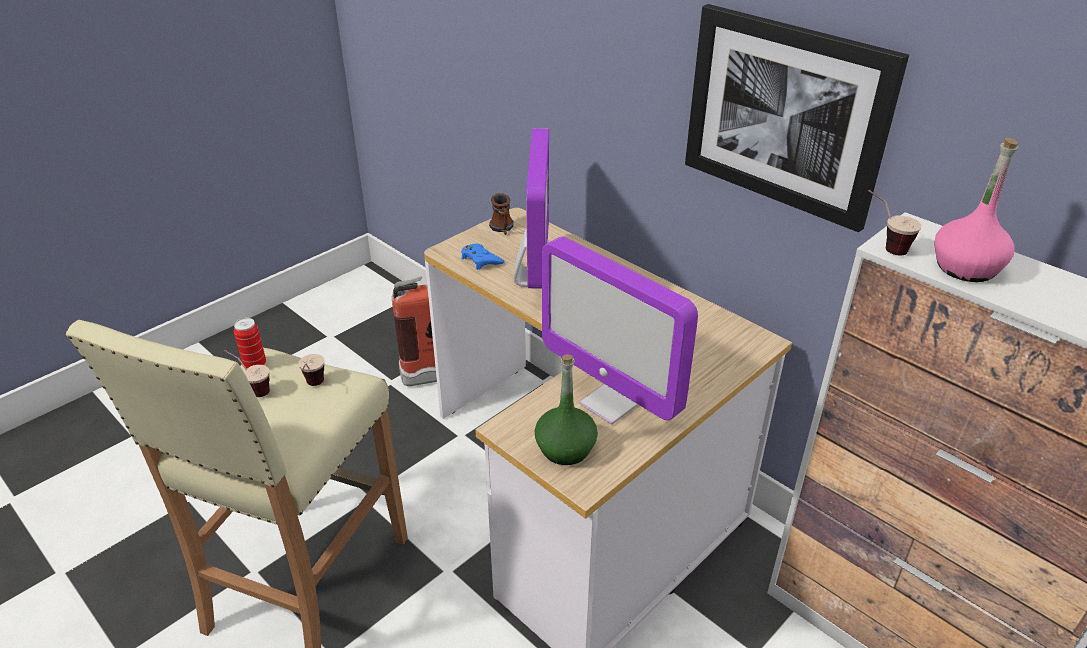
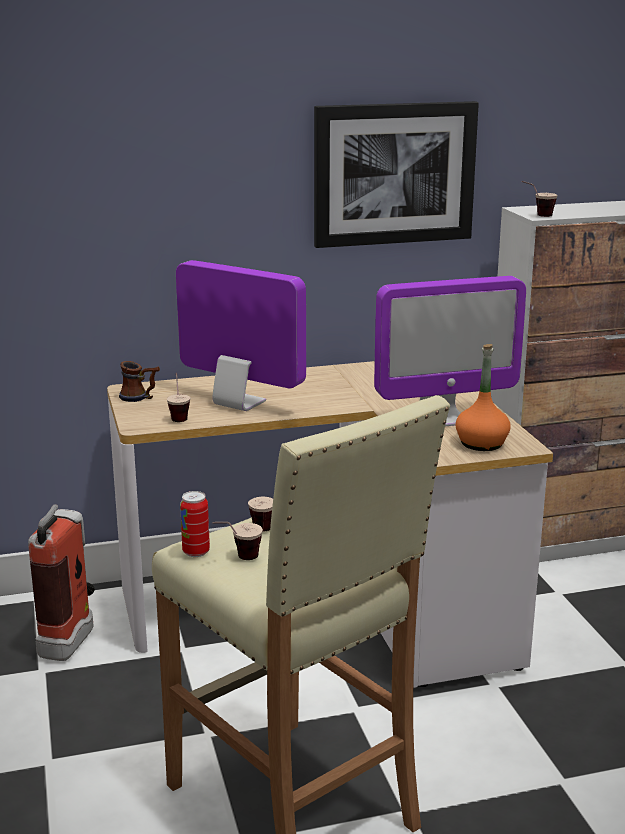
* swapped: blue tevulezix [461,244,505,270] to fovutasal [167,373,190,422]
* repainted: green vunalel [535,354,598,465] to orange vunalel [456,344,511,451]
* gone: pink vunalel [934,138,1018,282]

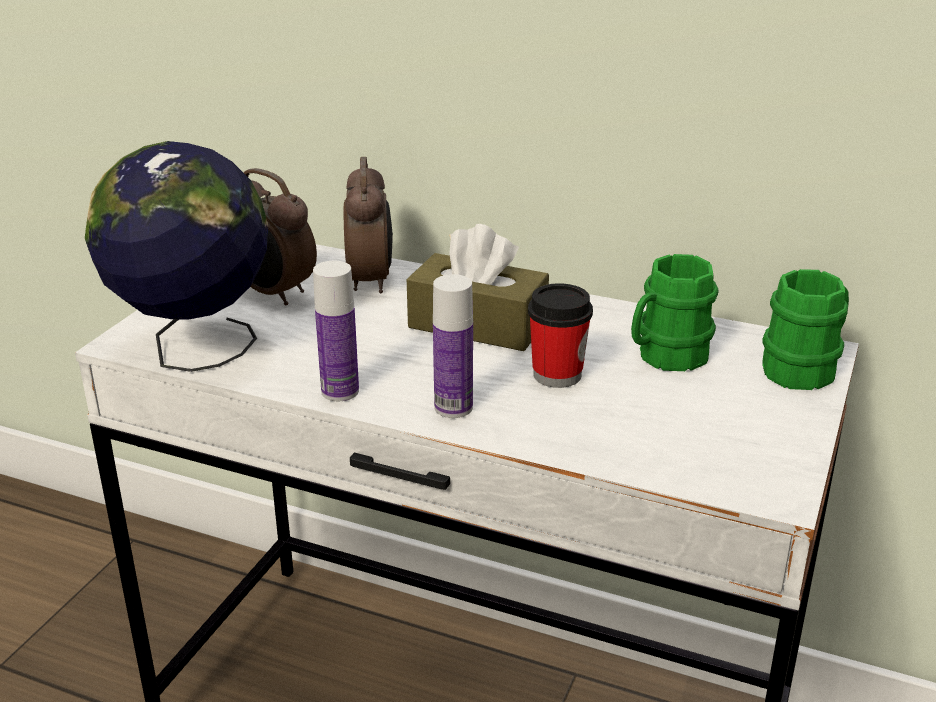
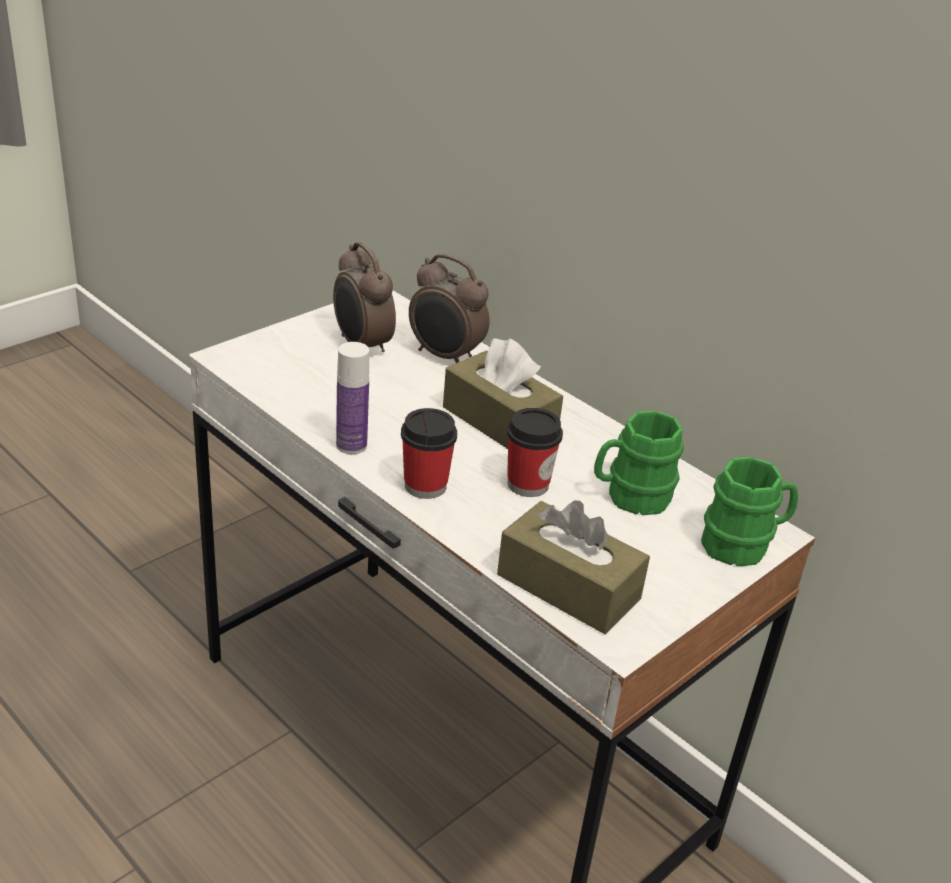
* swapped: vunalel [433,274,473,418] to fovutasal [401,408,457,499]
* rotated: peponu [344,157,393,293] = [409,253,490,363] 105 degrees clockwise
* new: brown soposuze [497,500,650,634]
* gone: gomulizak [85,141,268,372]

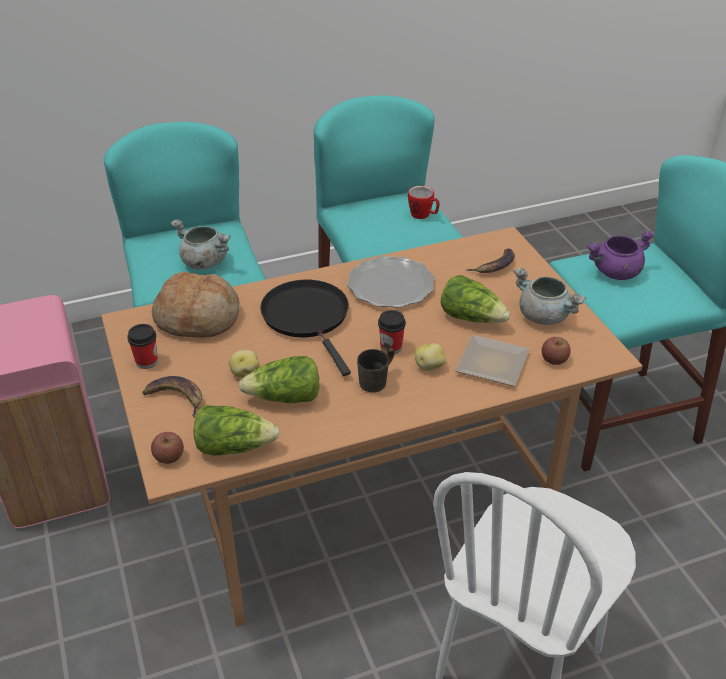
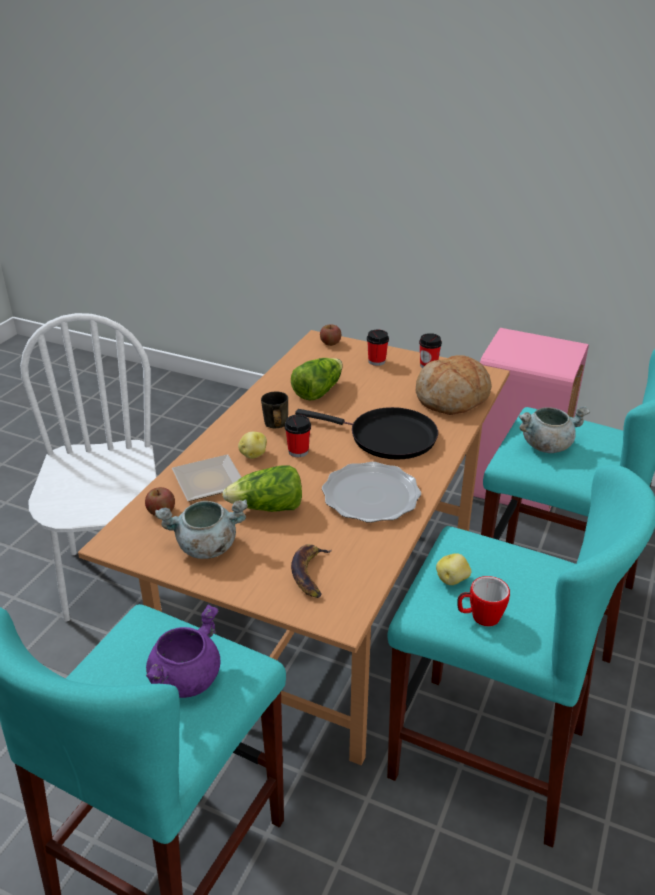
* swapped: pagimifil [142,376,202,418] to fovutasal [367,330,389,366]
* shifted: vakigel [228,350,260,378] to [436,553,471,585]
* gone: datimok [194,405,280,455]

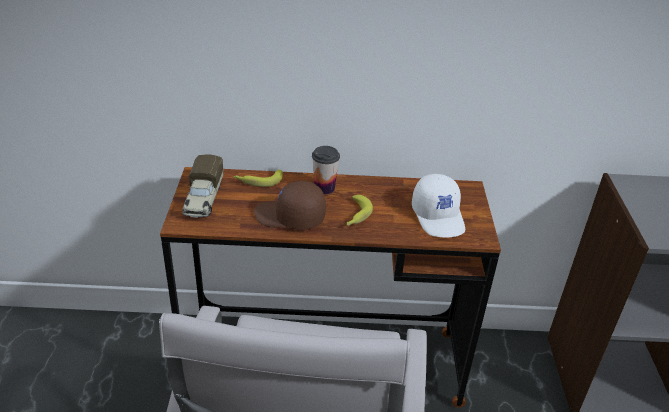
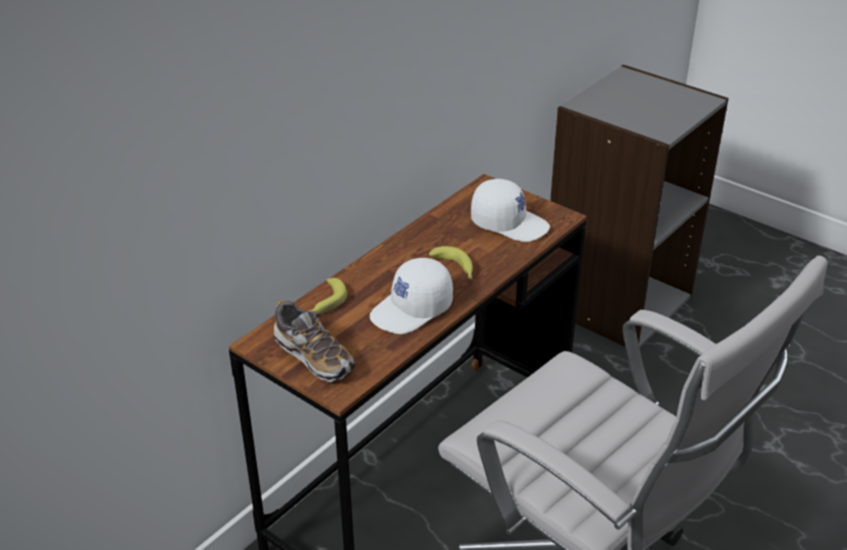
* swapped: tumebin [182,154,223,218] to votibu [274,300,355,382]
* repainted: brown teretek [254,181,326,230] to white teretek [370,258,453,334]
* gone: fovutasal [312,146,340,194]

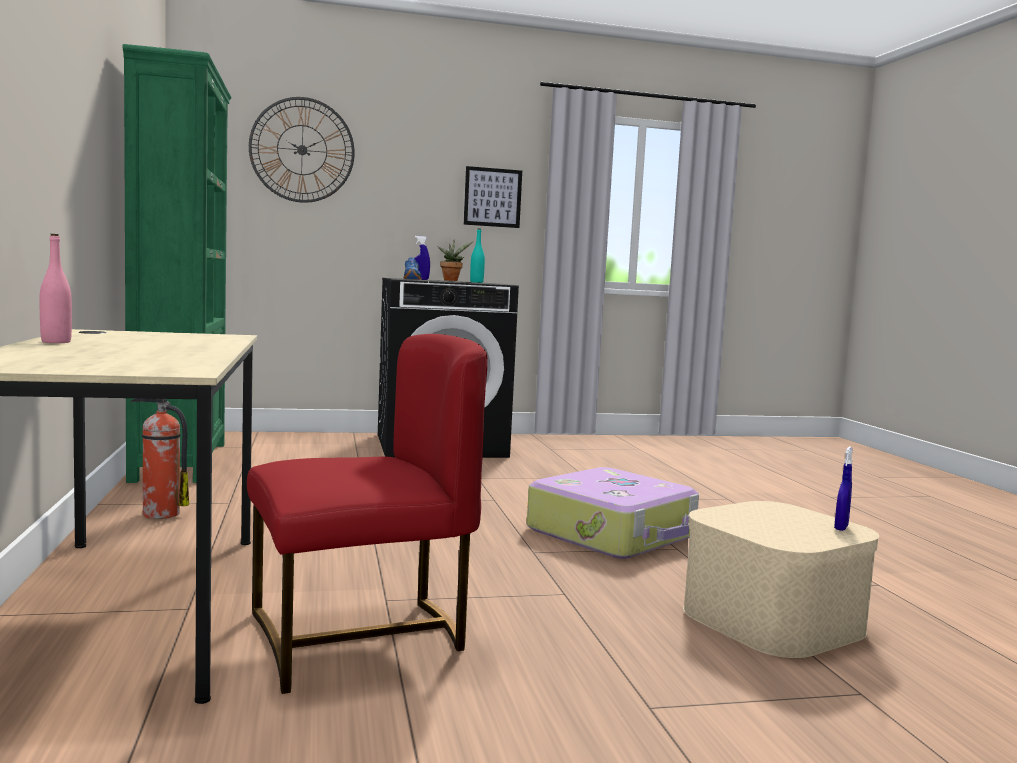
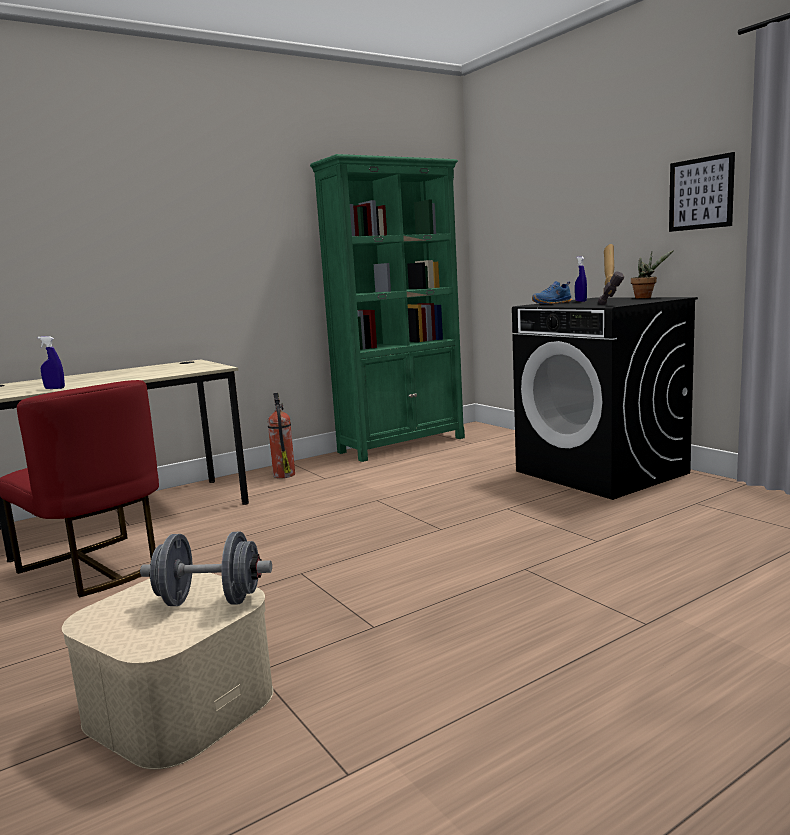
* shifted: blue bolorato [834,447,853,531] to [38,336,65,389]
* new: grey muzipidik [140,532,272,606]
* swapped: turquoise vunalel [470,228,485,283] to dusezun [598,244,624,305]
* gone: pink vunalel [39,234,72,343]
* gone: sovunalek [249,97,355,203]
* gone: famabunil [527,467,699,559]

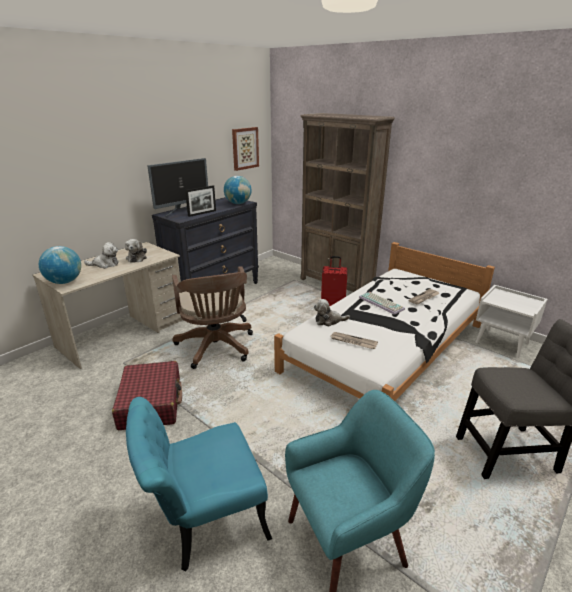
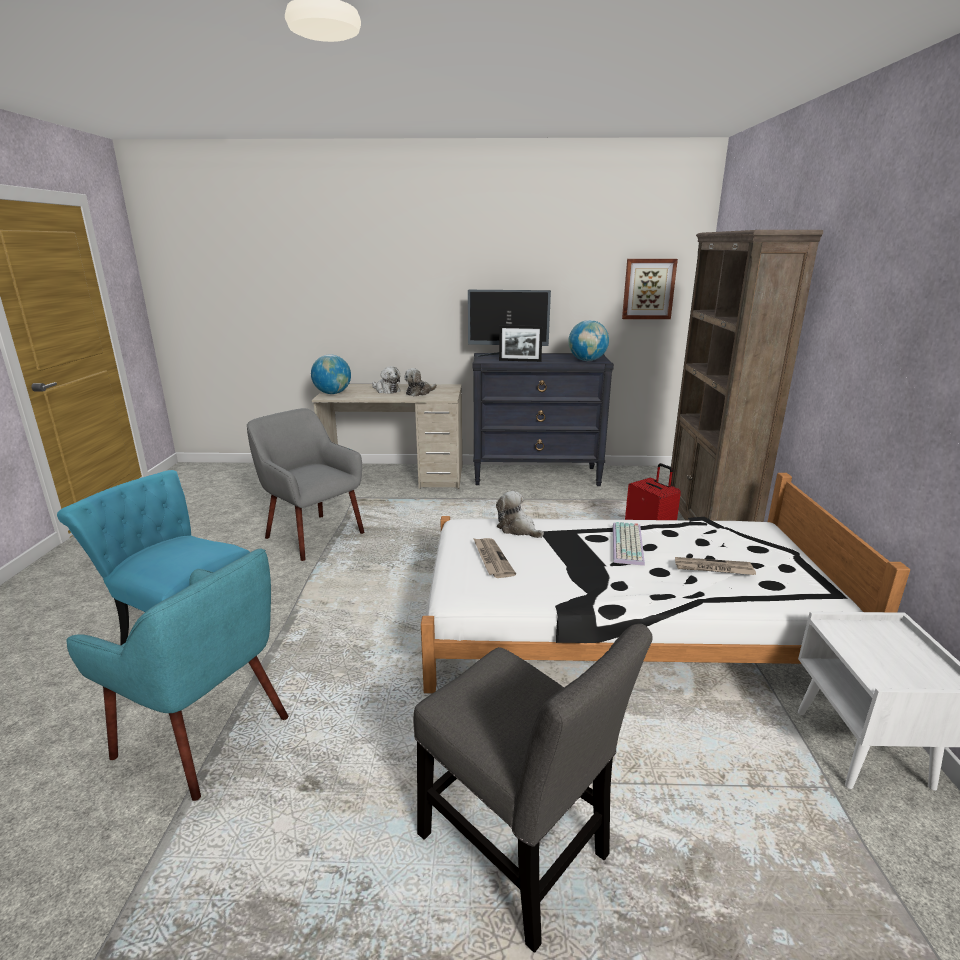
* swapped: red famabunil [112,361,182,430] to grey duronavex [247,408,365,561]
* gone: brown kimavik [172,266,253,369]

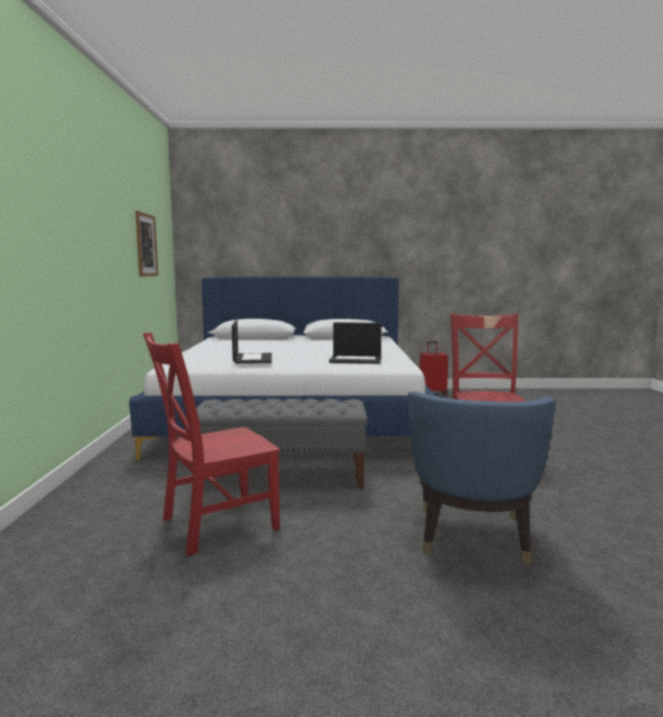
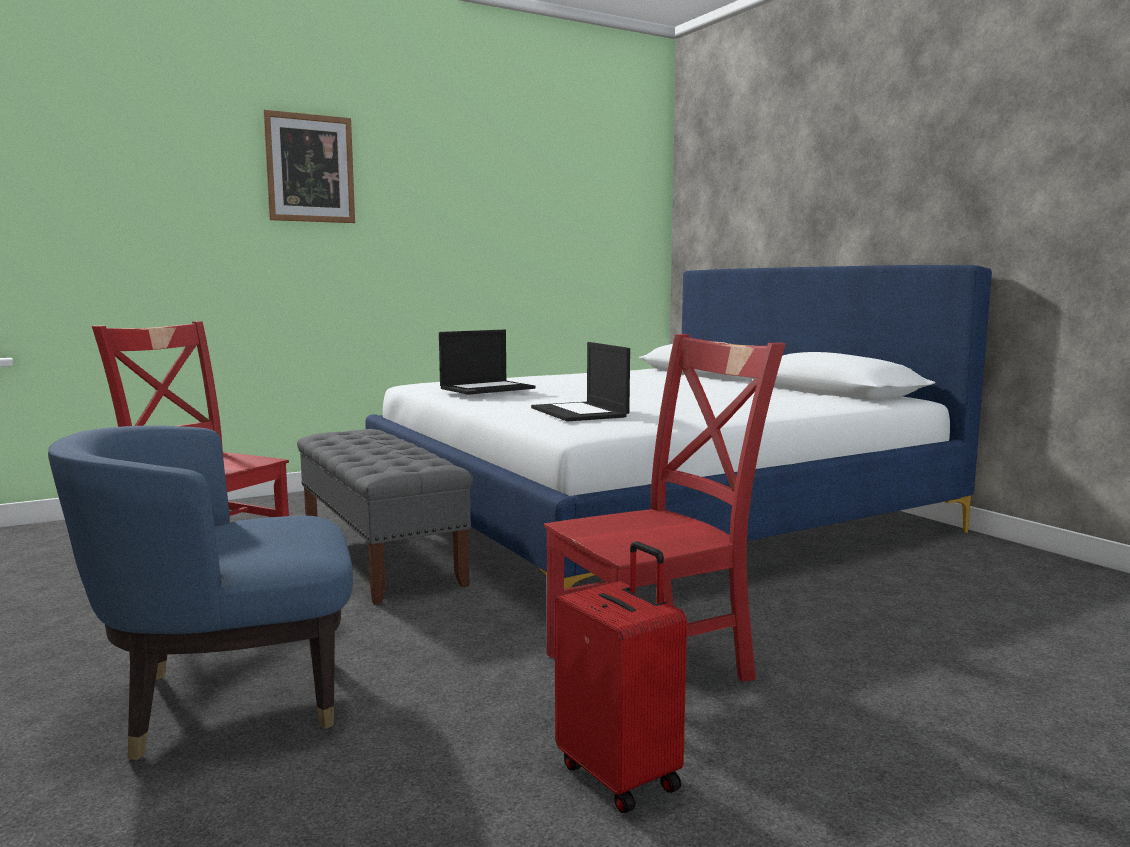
* shifted: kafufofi [136,211,158,277] to [263,110,355,223]
* shifted: red famabunil [419,341,448,395] to [555,541,687,813]

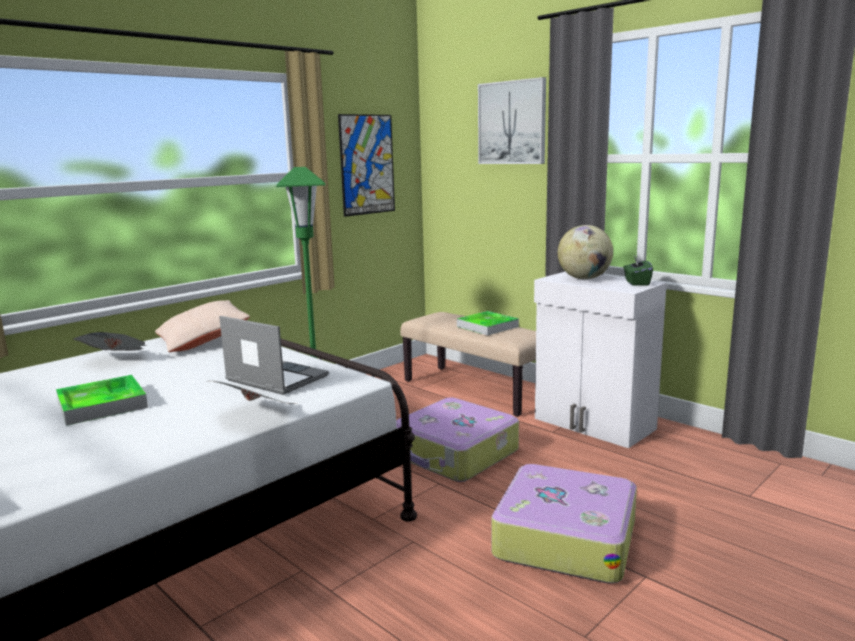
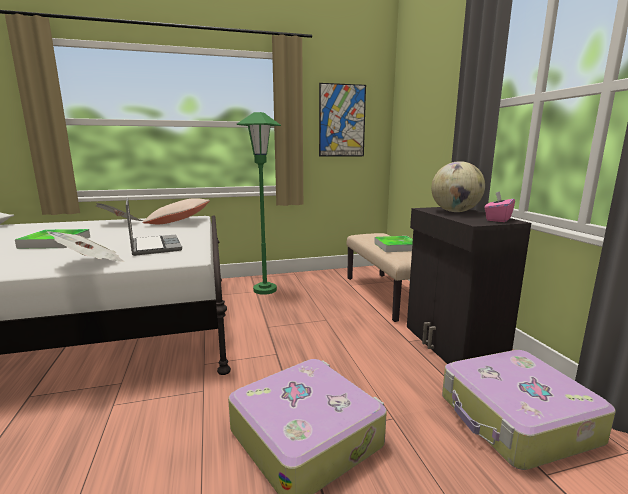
* repainted: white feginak [534,272,667,448] to black feginak [407,207,531,364]
* shifted: famabunil [396,397,519,482] to [442,350,616,470]
* repainted: green soposuze [623,256,653,286] to pink soposuze [485,191,515,222]
* gone: kafufofi [478,77,546,164]

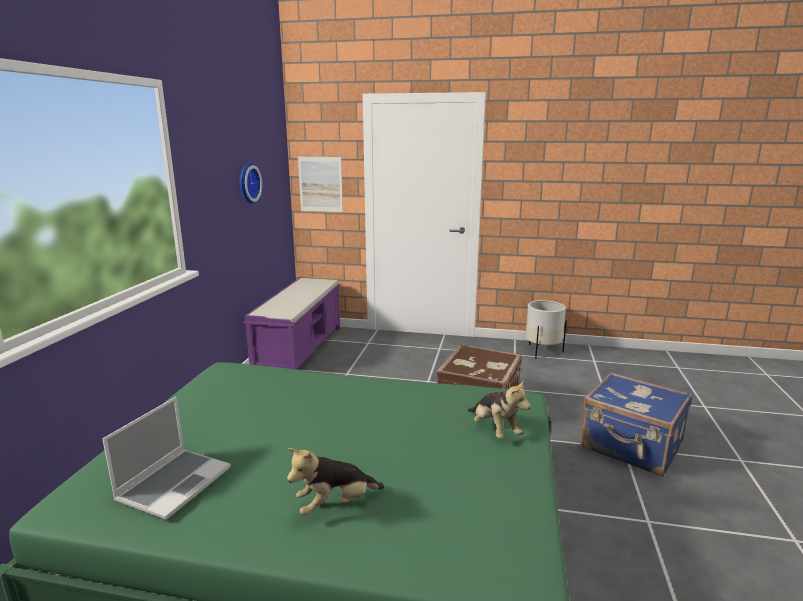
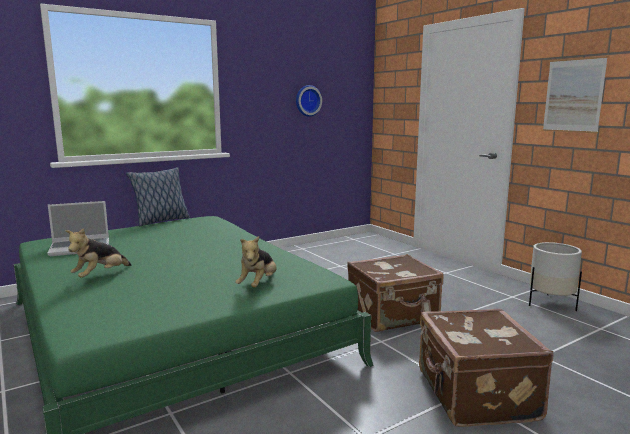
* rotated: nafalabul [287,448,384,515] = [65,228,131,278] 75 degrees counterclockwise
* new: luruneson [126,167,190,226]
* repainted: blue famabunil [581,372,692,477] to brown famabunil [419,309,554,427]
* shifted: kafufofi [298,155,343,213] to [543,56,608,133]
* gone: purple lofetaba [244,277,340,370]

